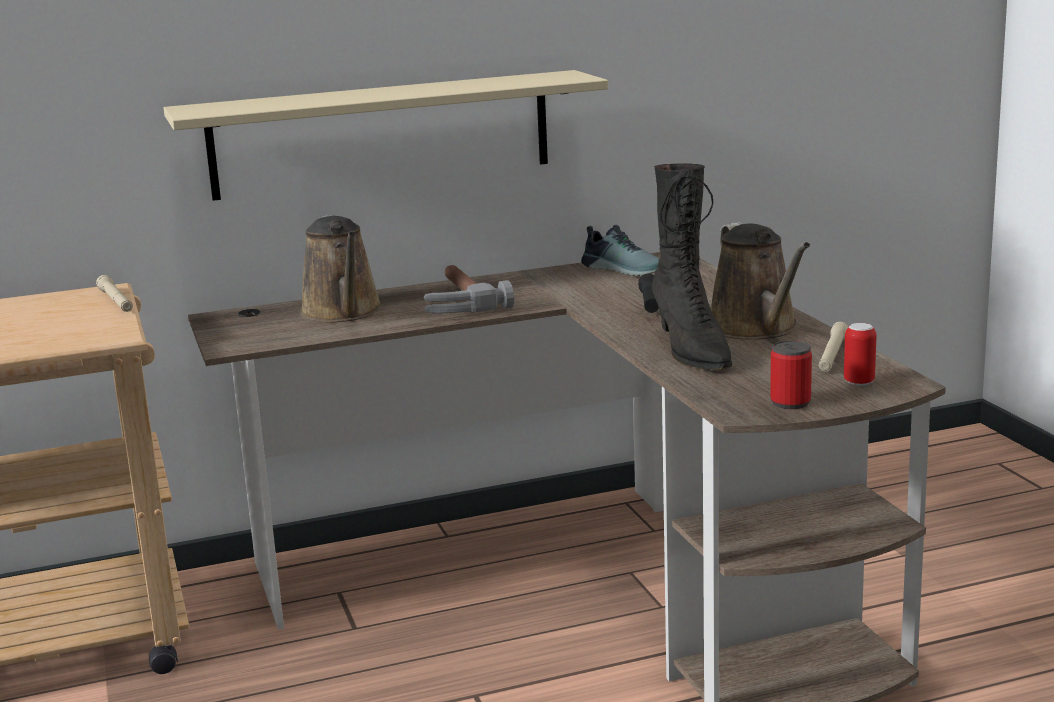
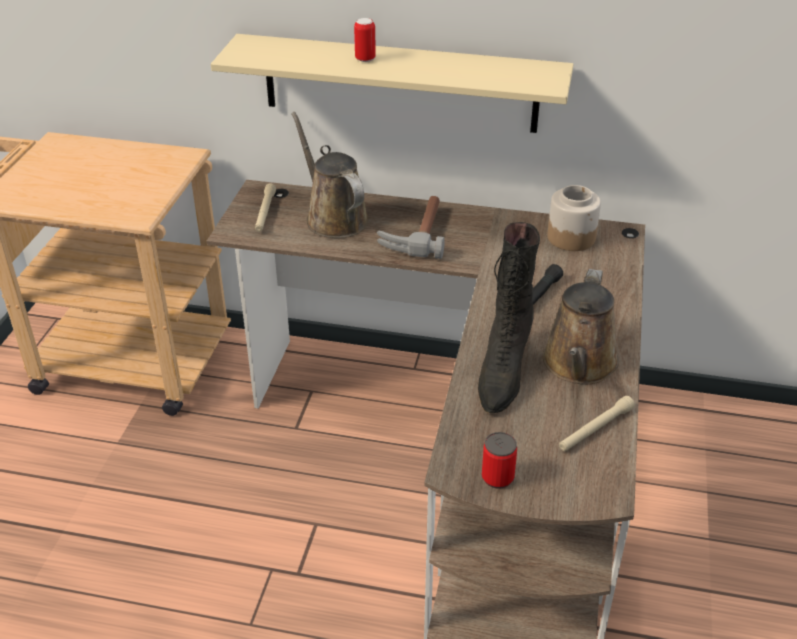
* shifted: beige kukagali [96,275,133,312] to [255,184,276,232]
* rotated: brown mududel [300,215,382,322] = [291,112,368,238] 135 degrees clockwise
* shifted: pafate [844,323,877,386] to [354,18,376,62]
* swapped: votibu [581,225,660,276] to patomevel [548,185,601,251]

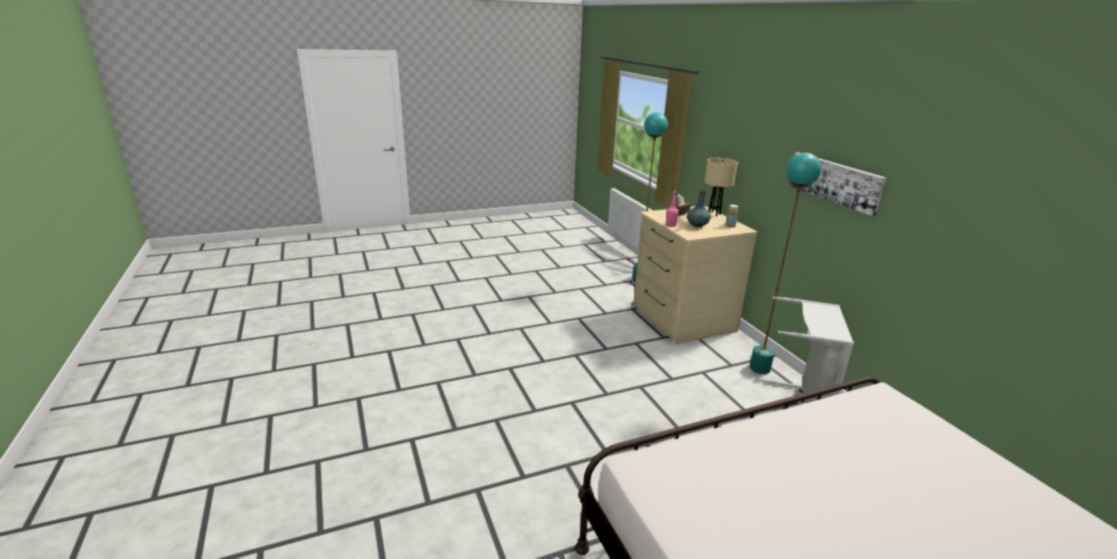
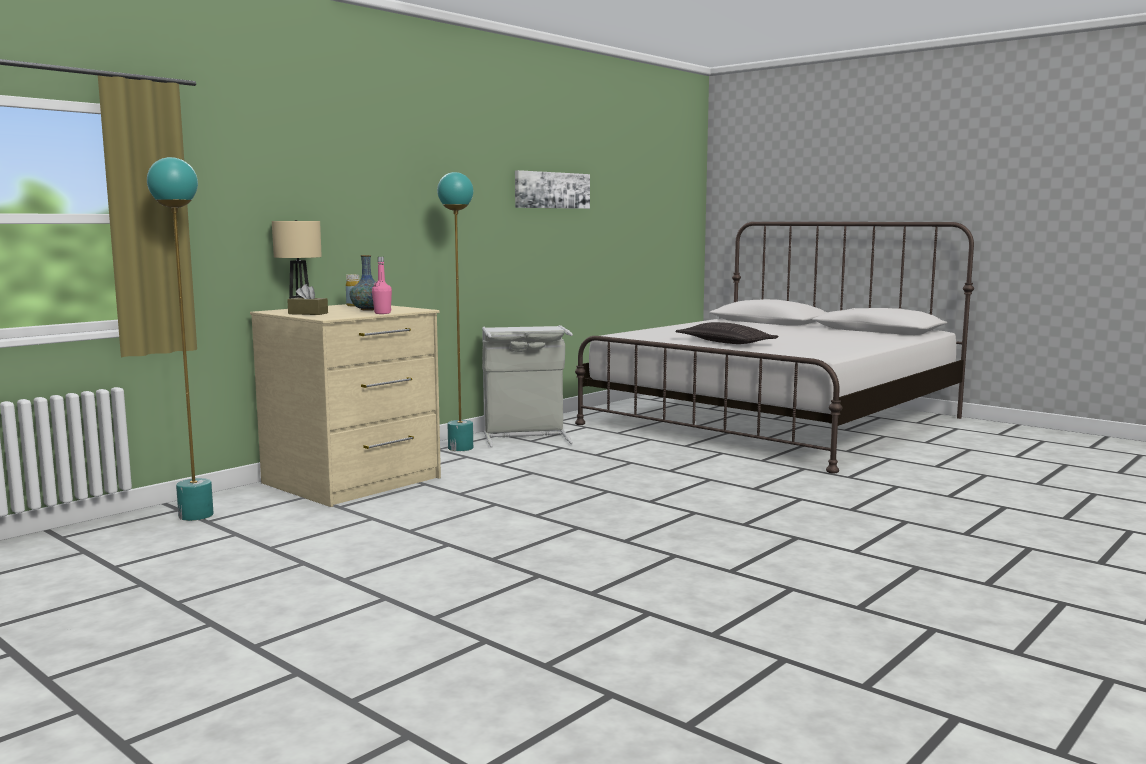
* shifted: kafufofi [788,152,886,216] to [515,170,590,209]
* new: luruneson [675,322,779,344]

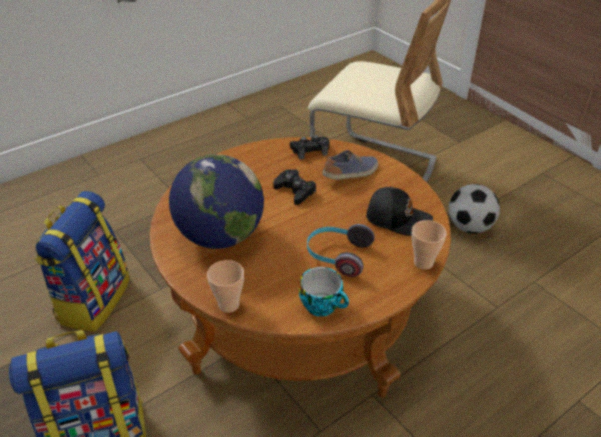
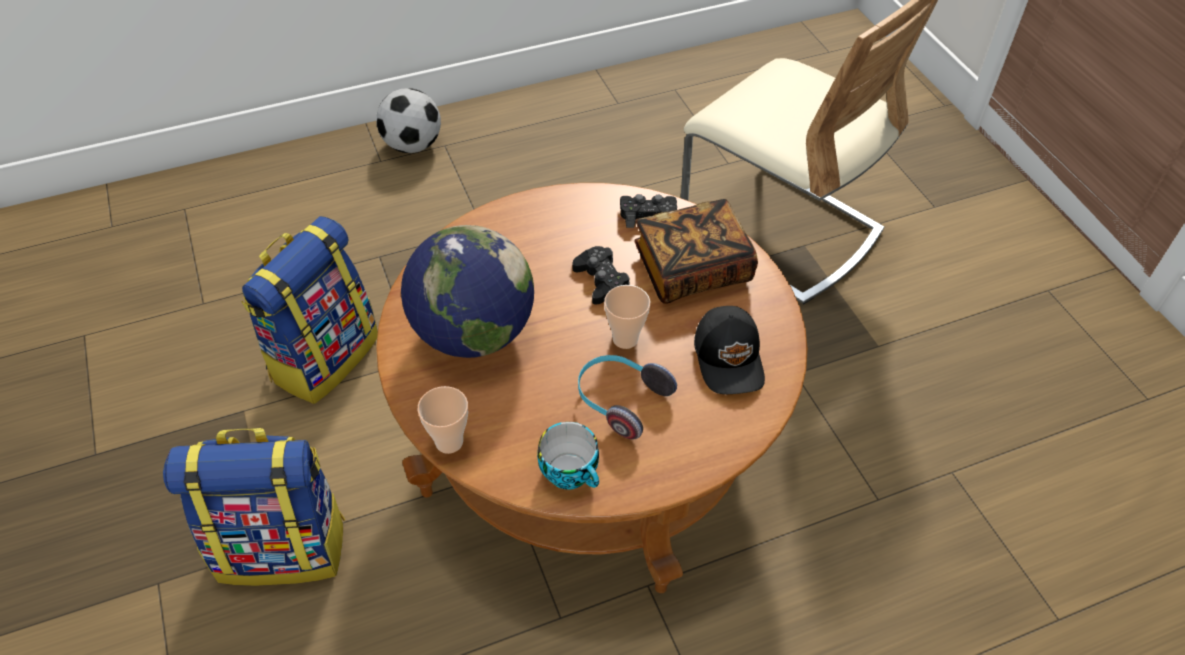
* shifted: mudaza [448,184,500,234] to [376,88,441,153]
* shifted: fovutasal [412,220,447,269] to [604,285,650,349]
* swapped: votibu [323,150,378,180] to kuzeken [634,199,758,304]
* rotated: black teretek [366,187,433,236] = [694,306,765,394] 45 degrees clockwise

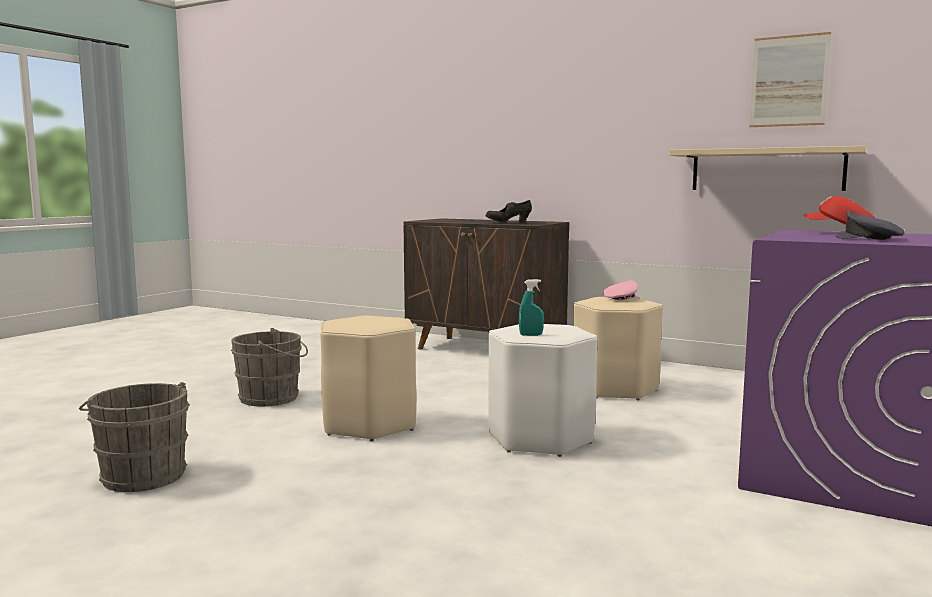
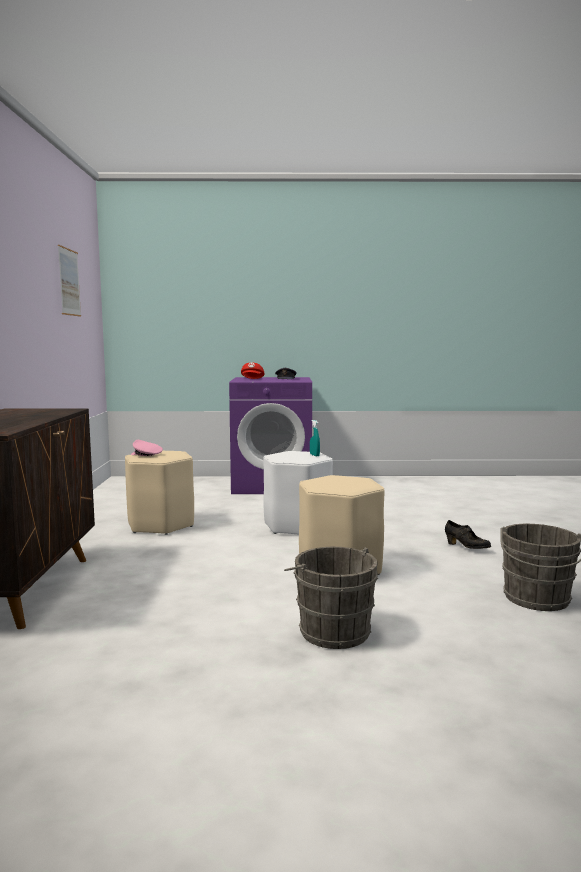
* shifted: black votibu [485,200,532,223] to [445,520,491,549]
* gone: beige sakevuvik [670,146,867,191]

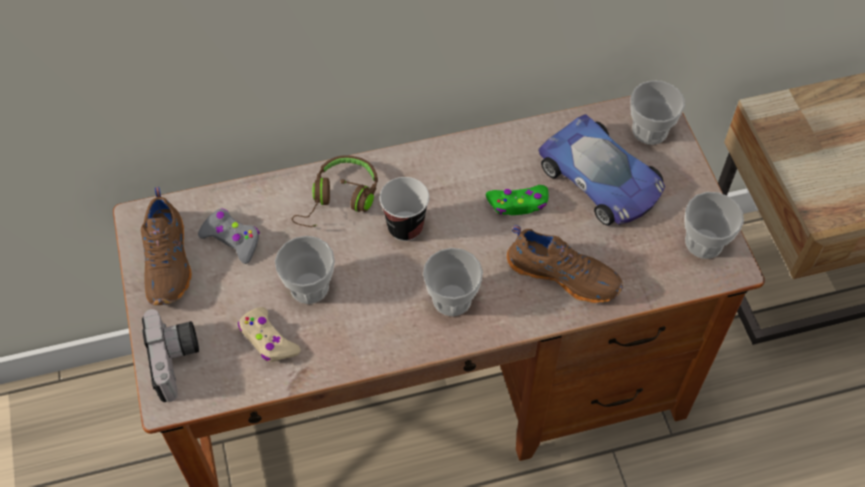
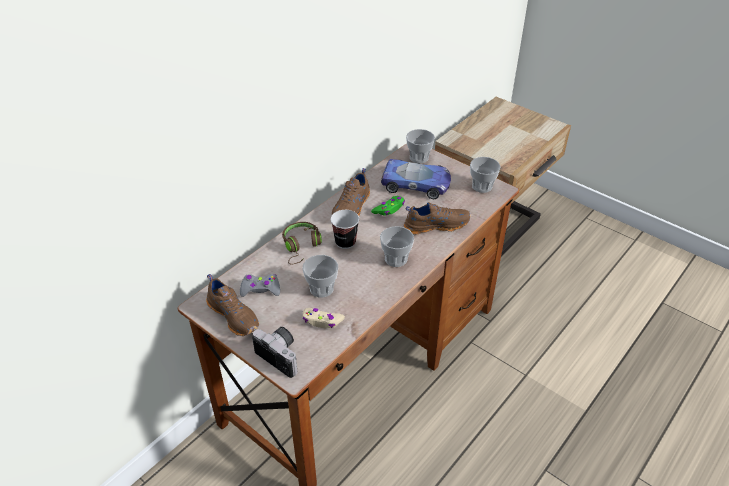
* new: brown votibu [332,168,370,216]

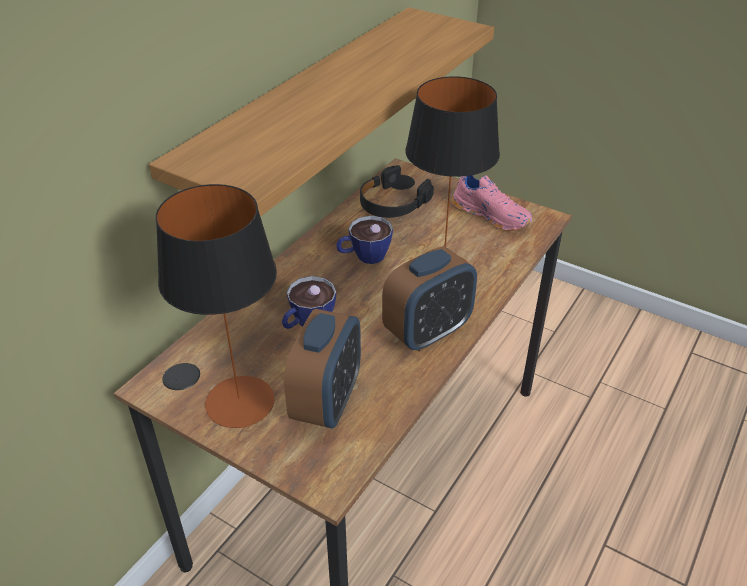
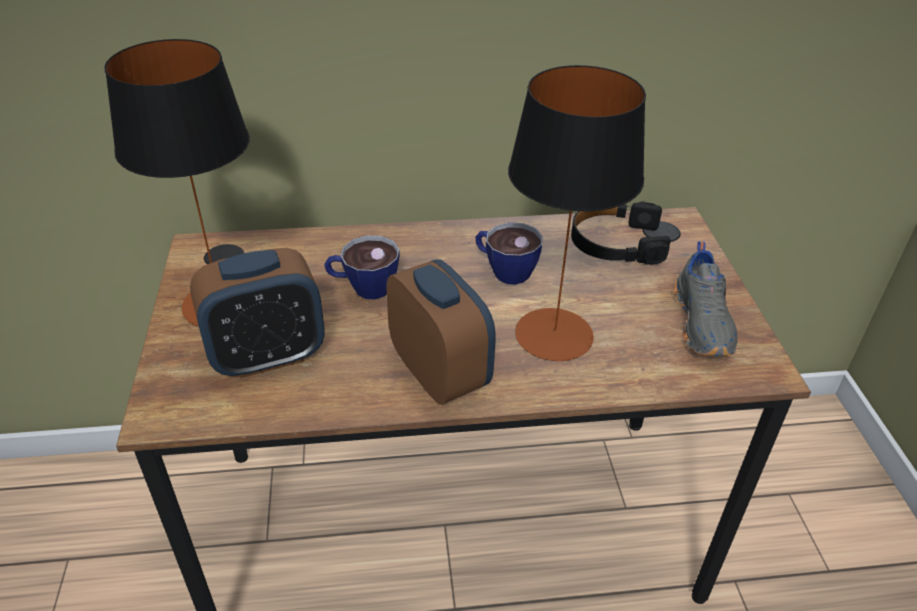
* rotated: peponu [382,246,477,351] = [386,260,496,405] 135 degrees counterclockwise
* repainted: pink votibu [452,175,533,231] to grey votibu [673,241,738,356]
* gone: sakevuvik [149,7,494,217]

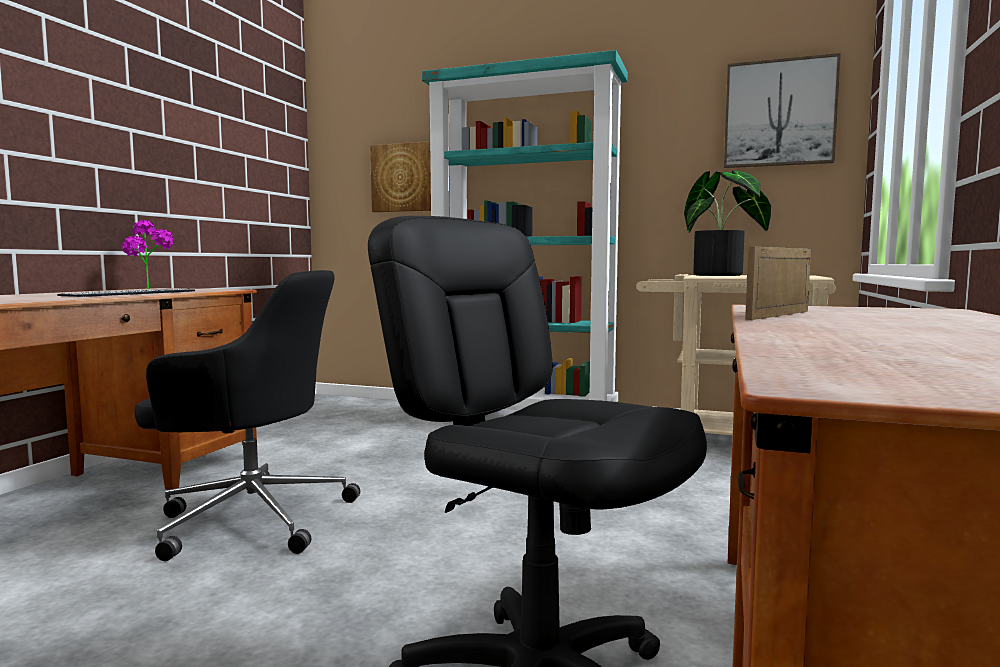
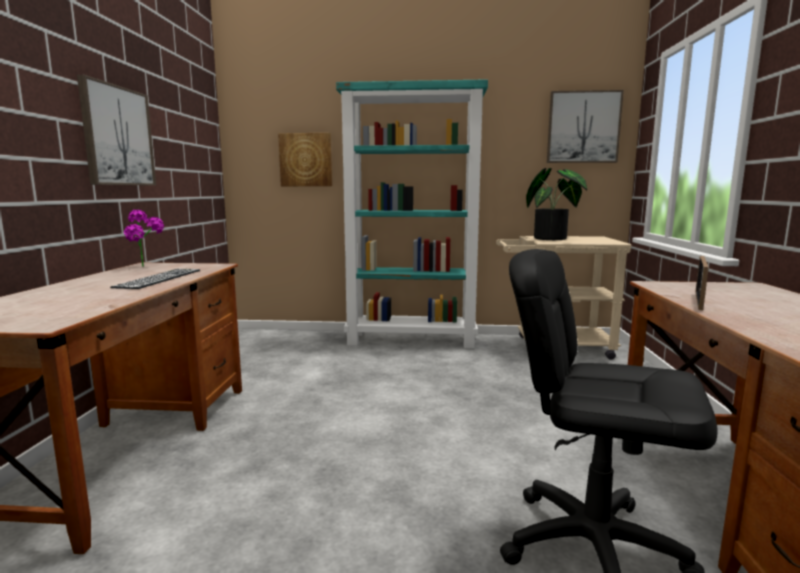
* new: kafufofi [77,75,156,186]
* gone: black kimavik [134,270,360,561]

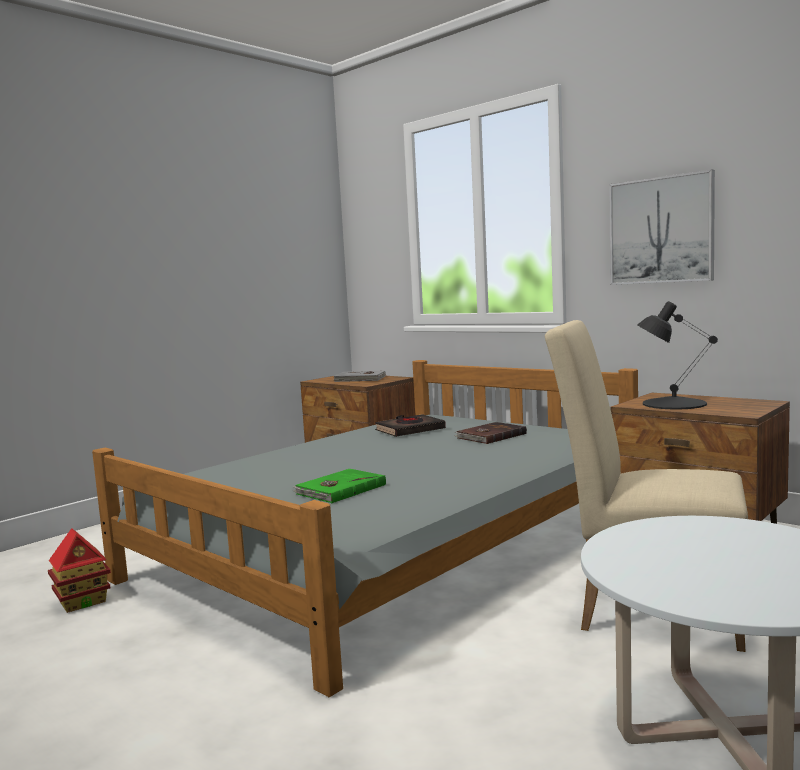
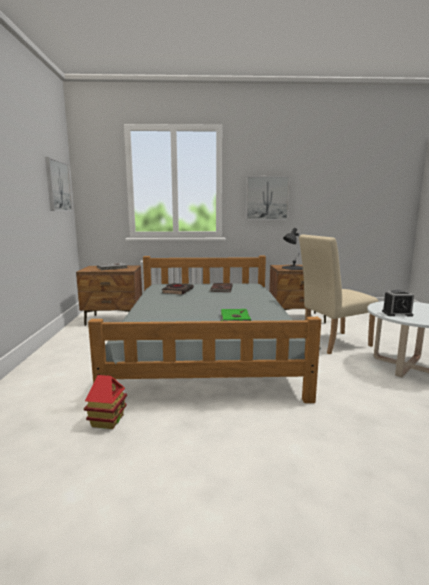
* new: kafufofi [45,157,73,211]
* new: peponu [382,290,414,317]

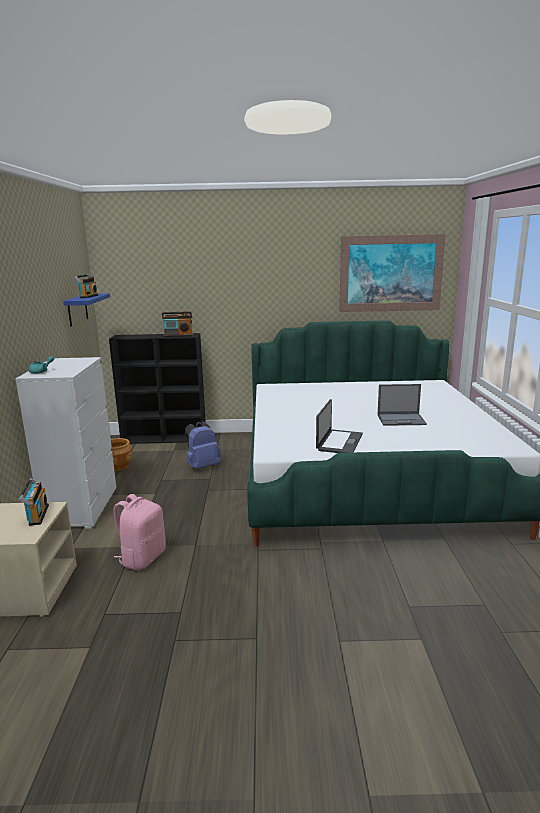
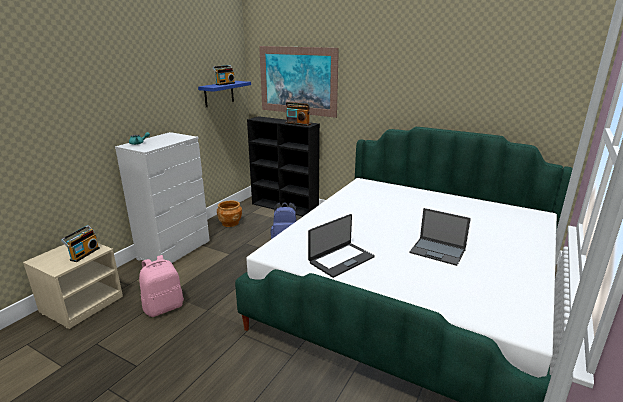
* shifted: kafufofi [339,234,446,312] to [259,46,339,118]

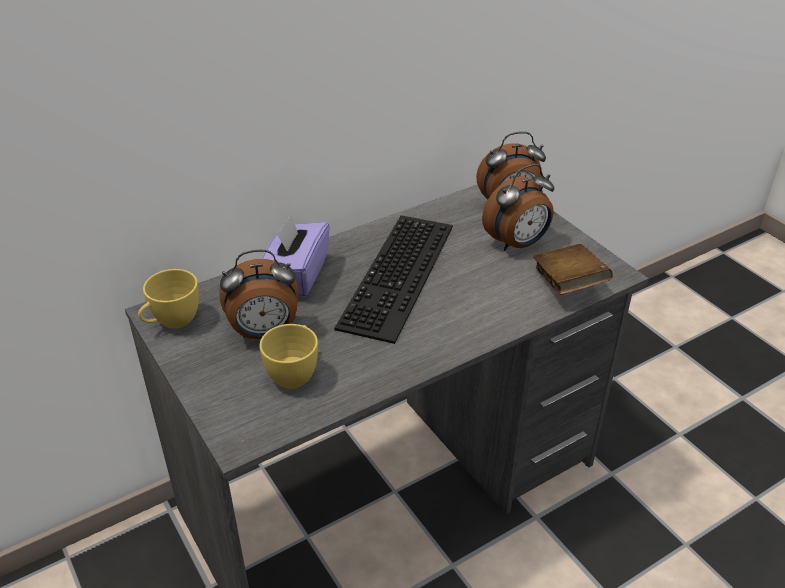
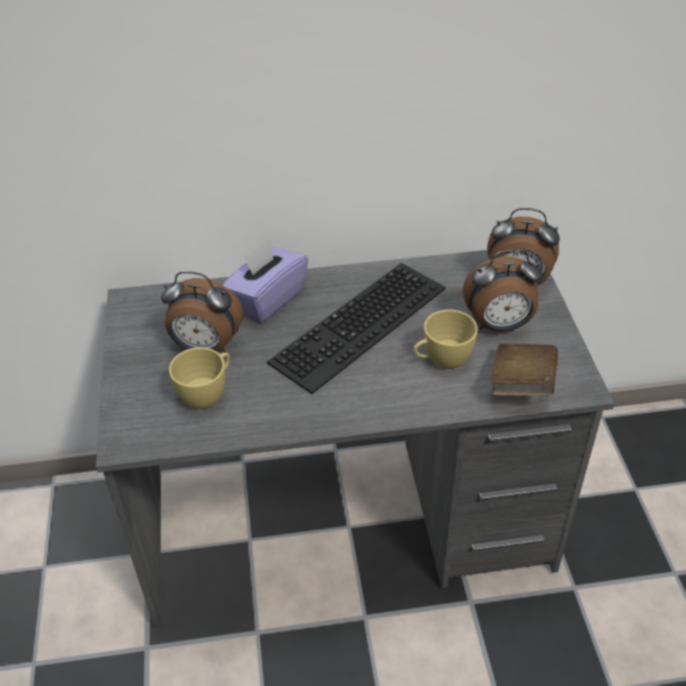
* shifted: yellow fovutasal [138,269,199,329] to [413,309,478,369]

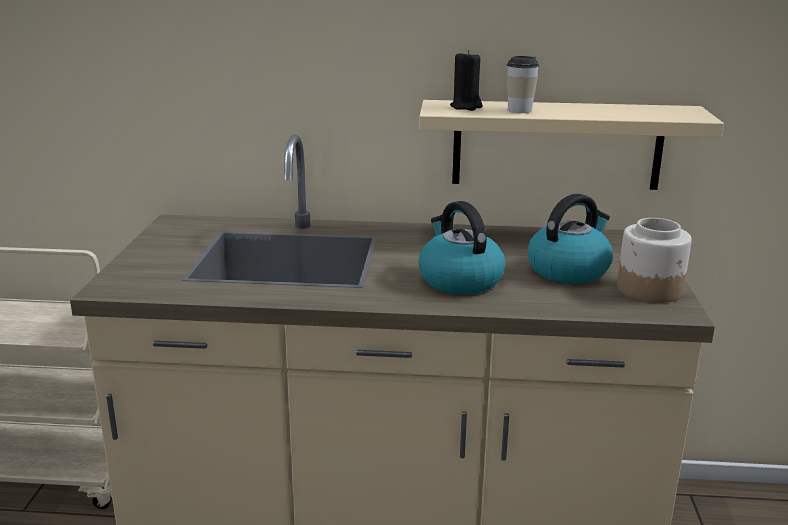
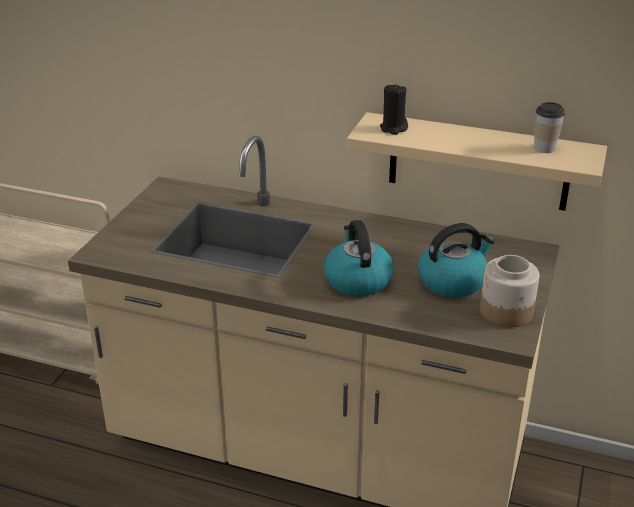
* shifted: fovutasal [506,56,539,113] to [534,102,565,153]

